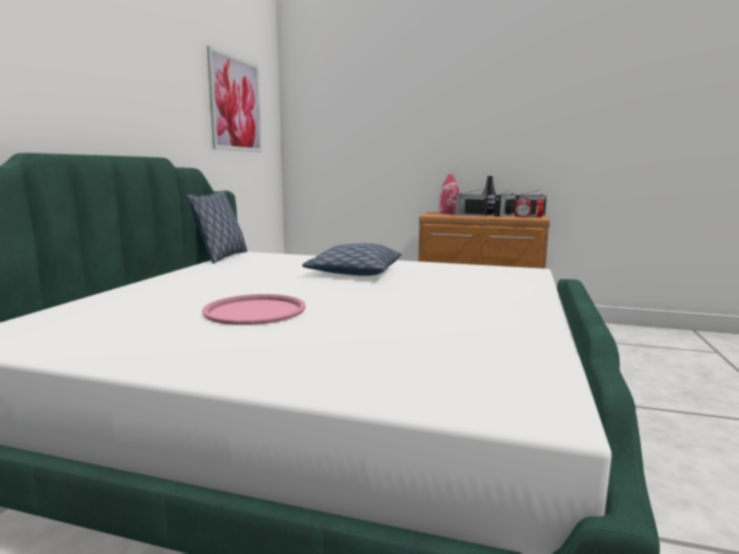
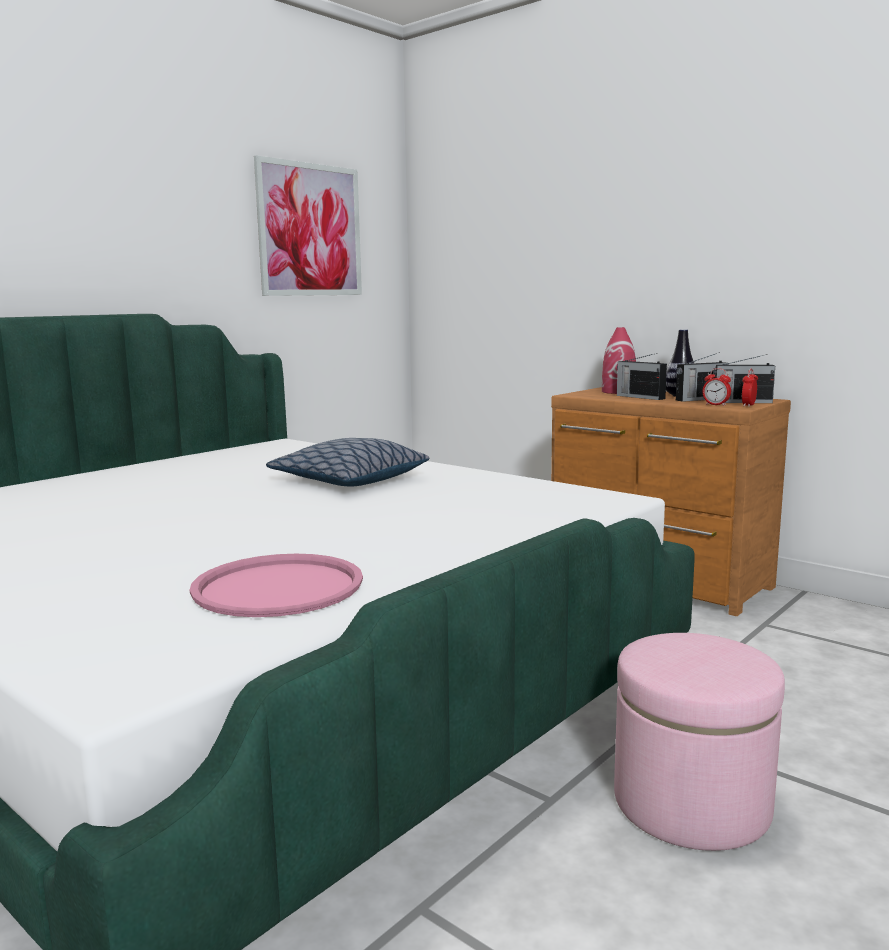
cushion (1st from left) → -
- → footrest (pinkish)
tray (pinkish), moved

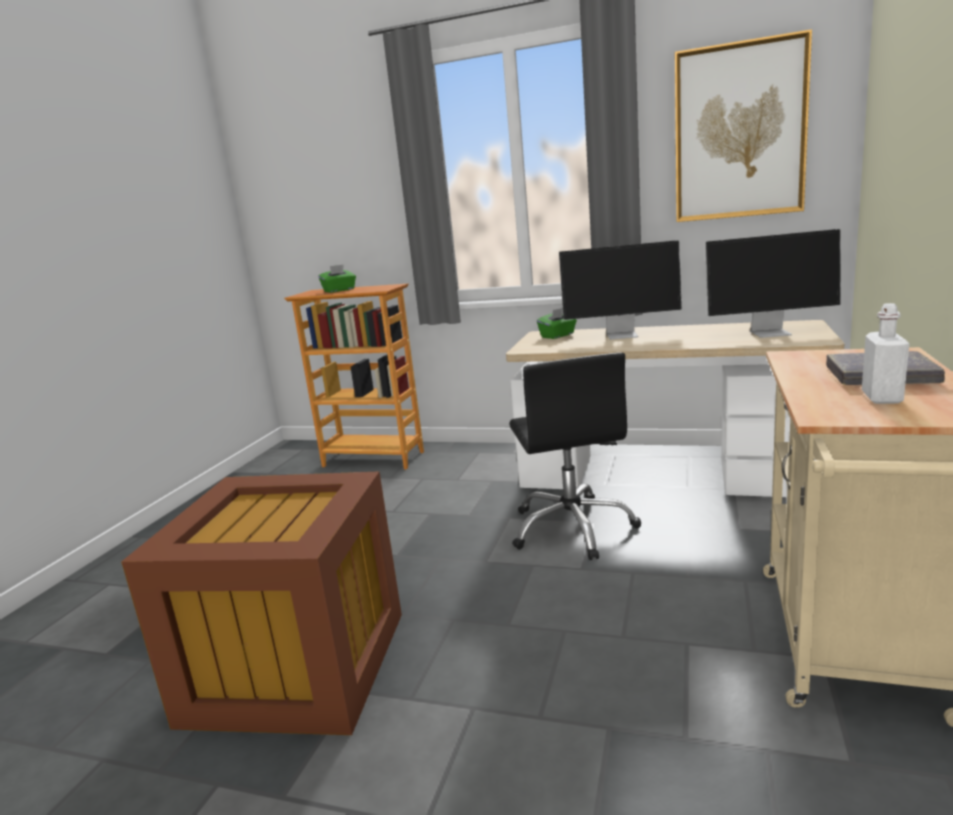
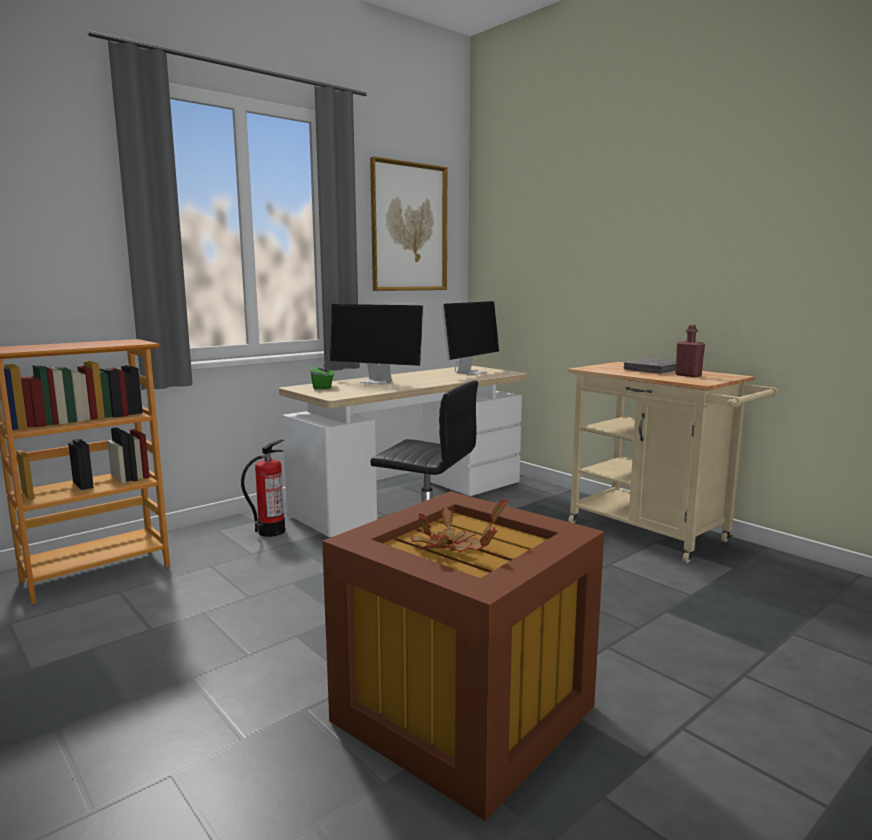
tissue box (greenish) (1st from left) → -
- → fire extinguisher
- → potted plant
beverage bottle (white-coloured) → beverage bottle (reddish)
monitor (1st from left), 75 degrees clockwise

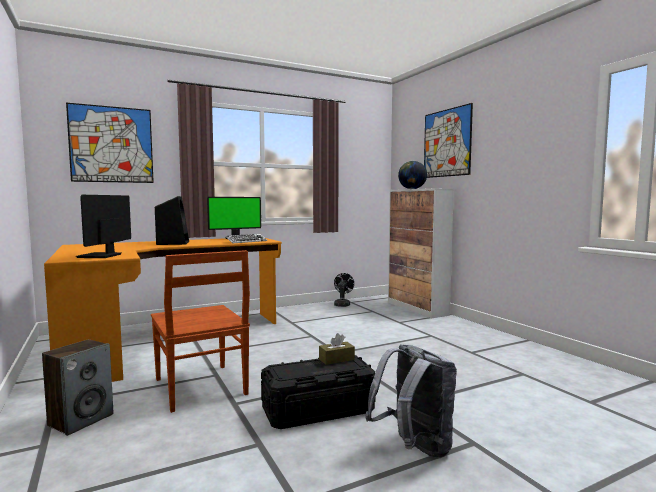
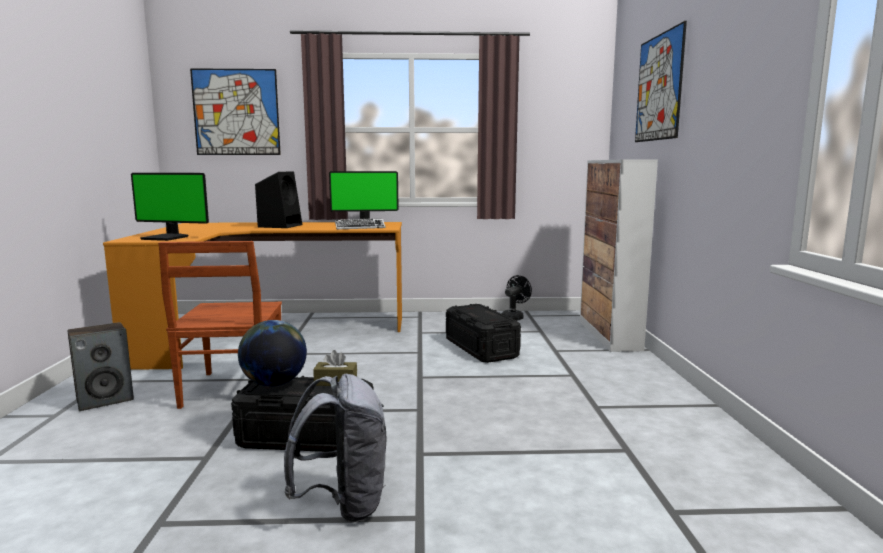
- → storage bin (black) (2nd from left)
desk globe, moved
monitor (1st from left), 105 degrees counterclockwise

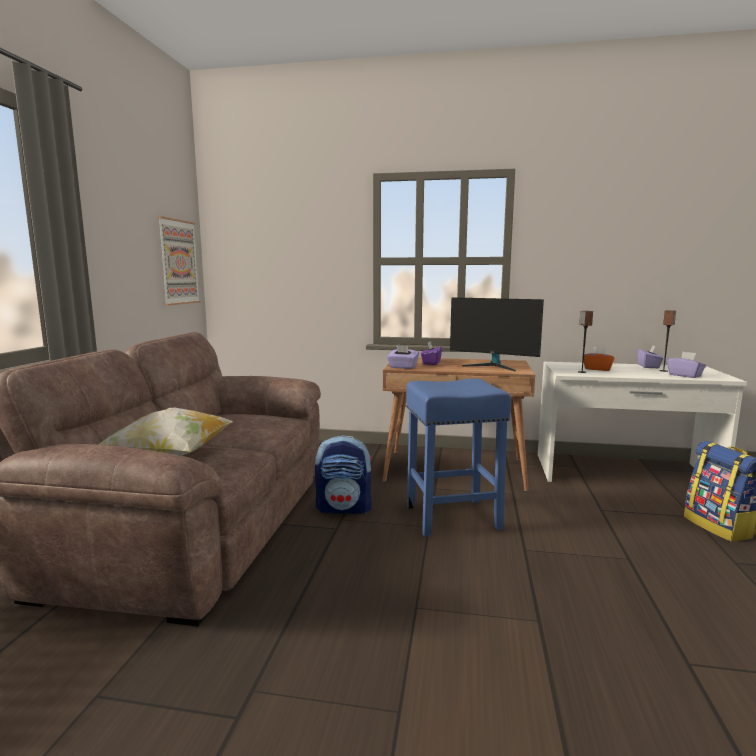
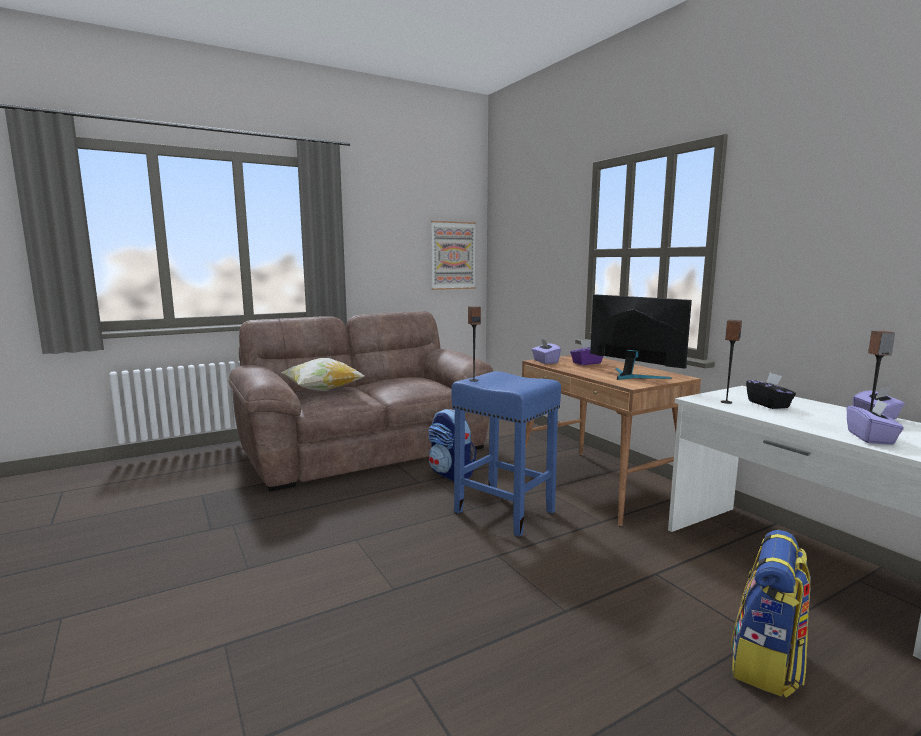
- → speaker (1st from left)
tissue box (orange-coloured) → tissue box (black)
monitor, 150 degrees clockwise

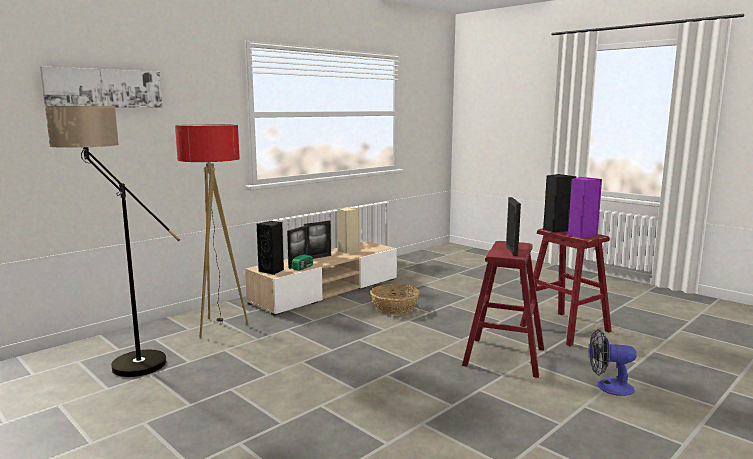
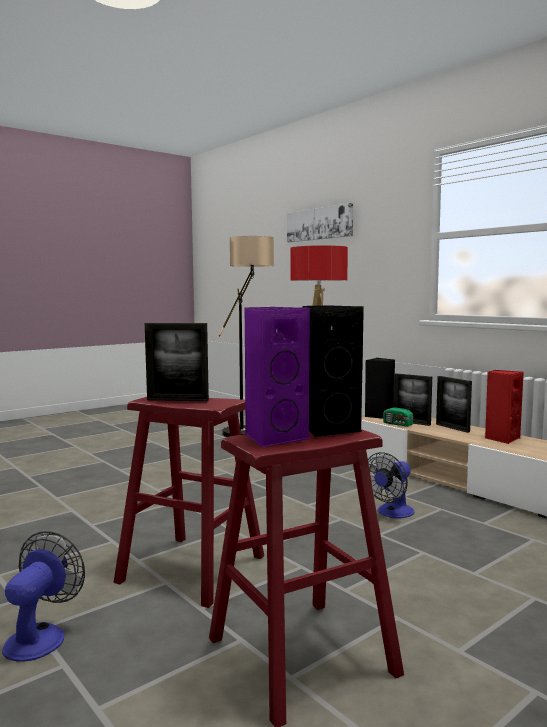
storage basket → electric fan (2nd from left)
speaker (beige-coloured) → speaker (reddish)

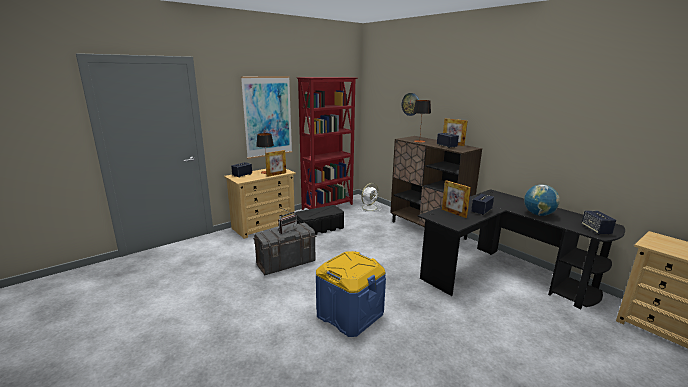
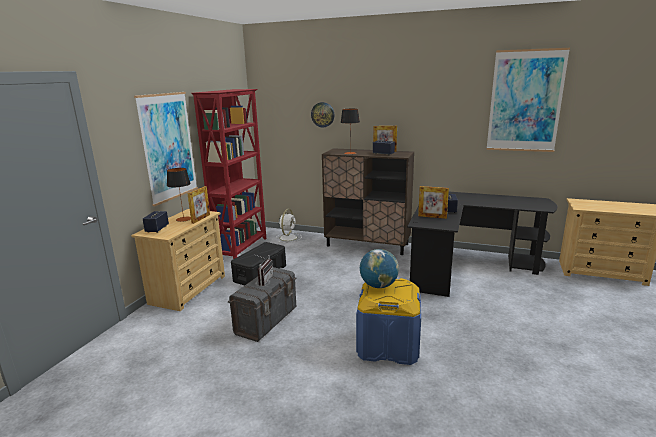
speaker (4th from left) → -
- → wall picture (2nd from left)
desk globe, moved

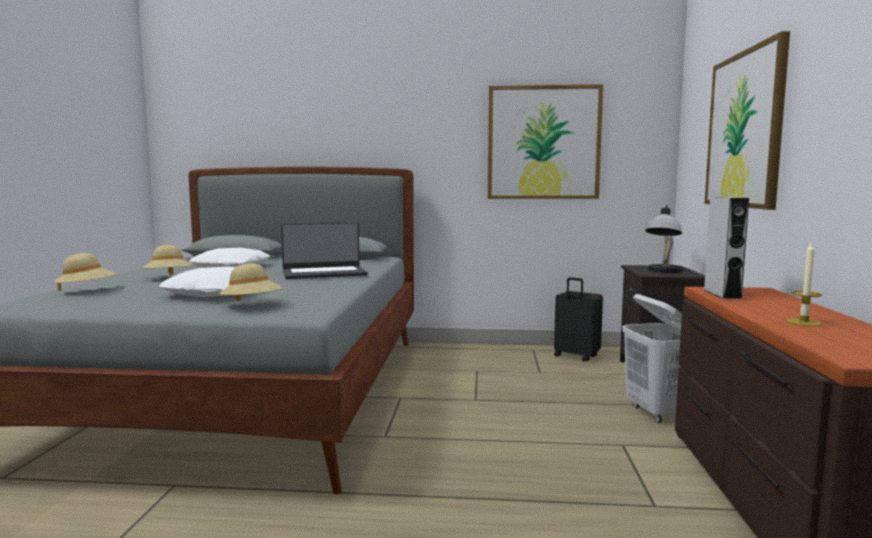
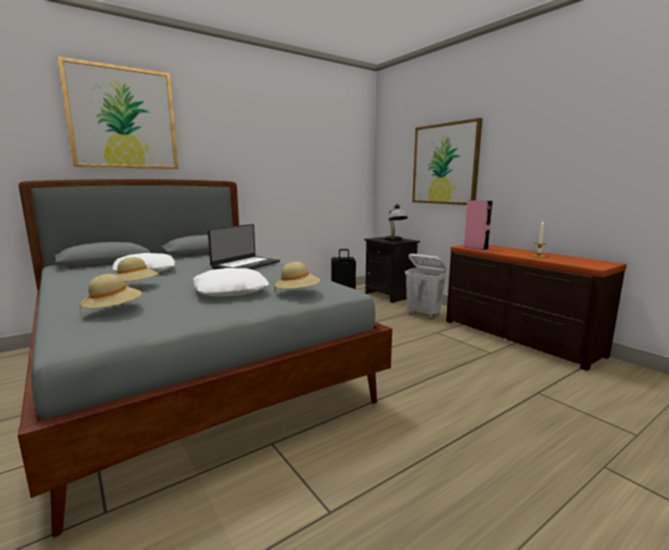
wall picture (1st from left), moved
speaker (greyish) → speaker (pinkish)

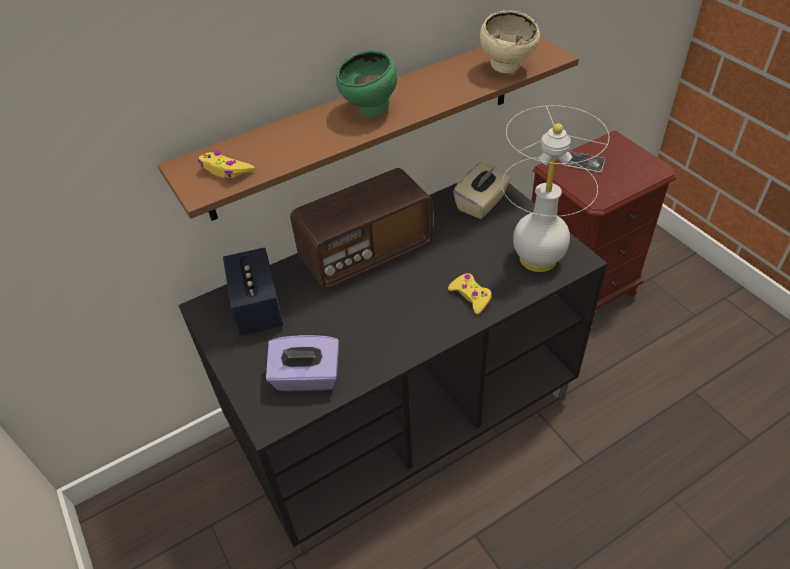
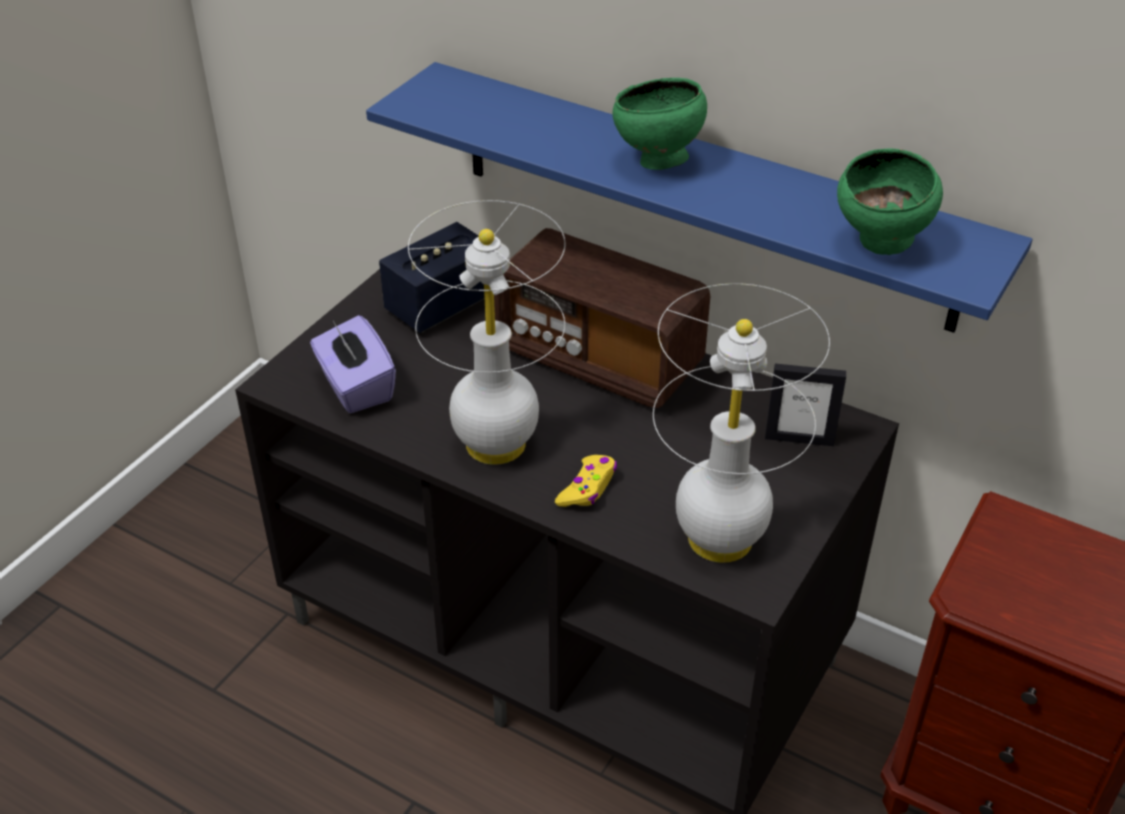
game controller (yellowish) (1st from left) → -
phone → -
- → tabletop lamp (white-coloured) (1st from left)
tissue box (beige-coloured) → picture frame
wall shelf (brown-coloured) → wall shelf (blue-coloured)
bowl (beige-coloured) → bowl (greenish) (2nd from left)

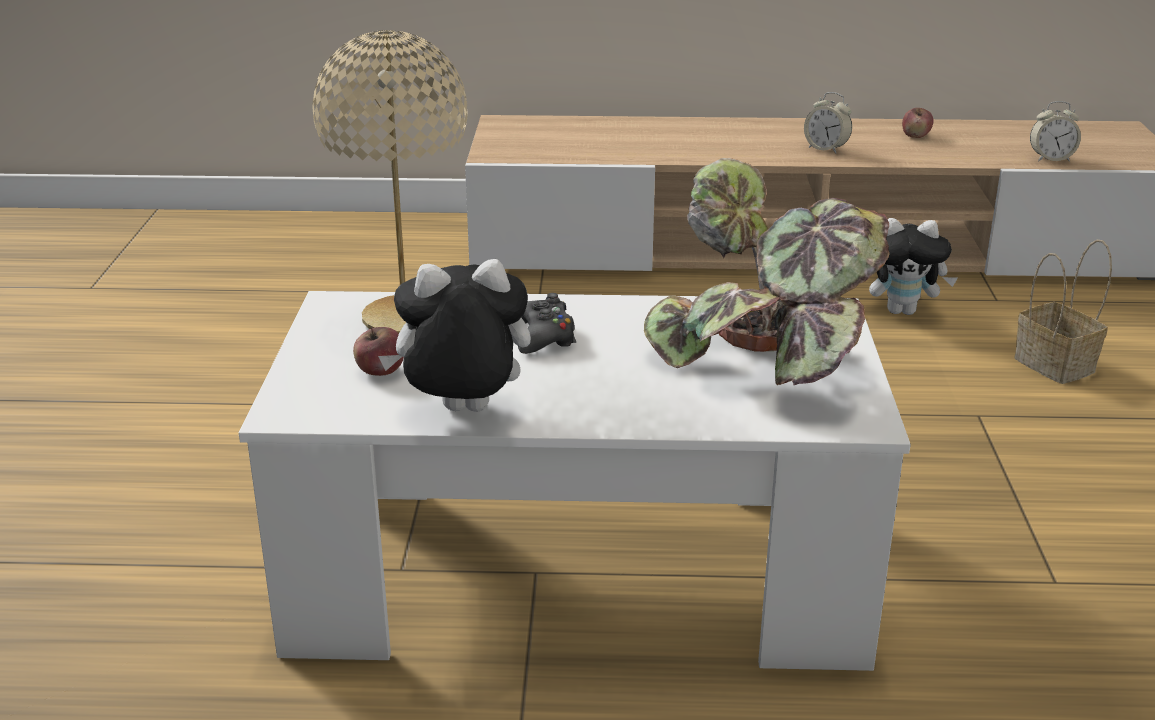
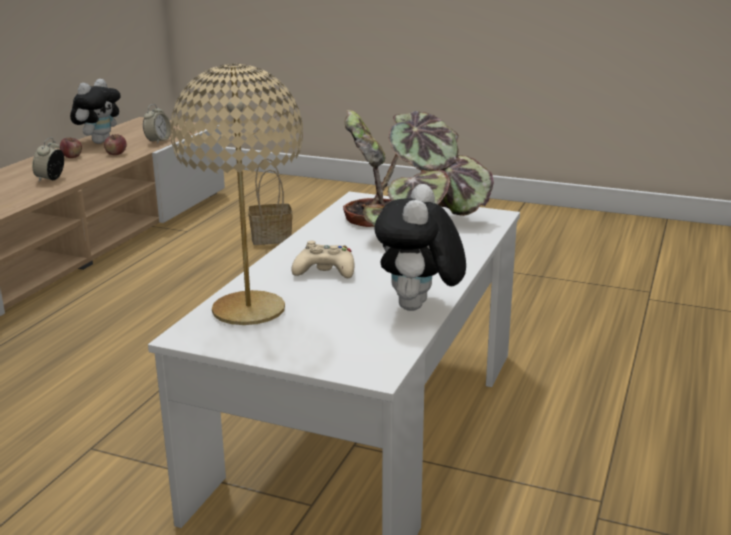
apple (1st from left in the first image) → apple (2nd from left), moved
plush toy (2nd from left in the first image) → plush toy (1st from left), moved
game controller (black) → game controller (beige-coloured)
alarm clock (1st from left), 135 degrees clockwise

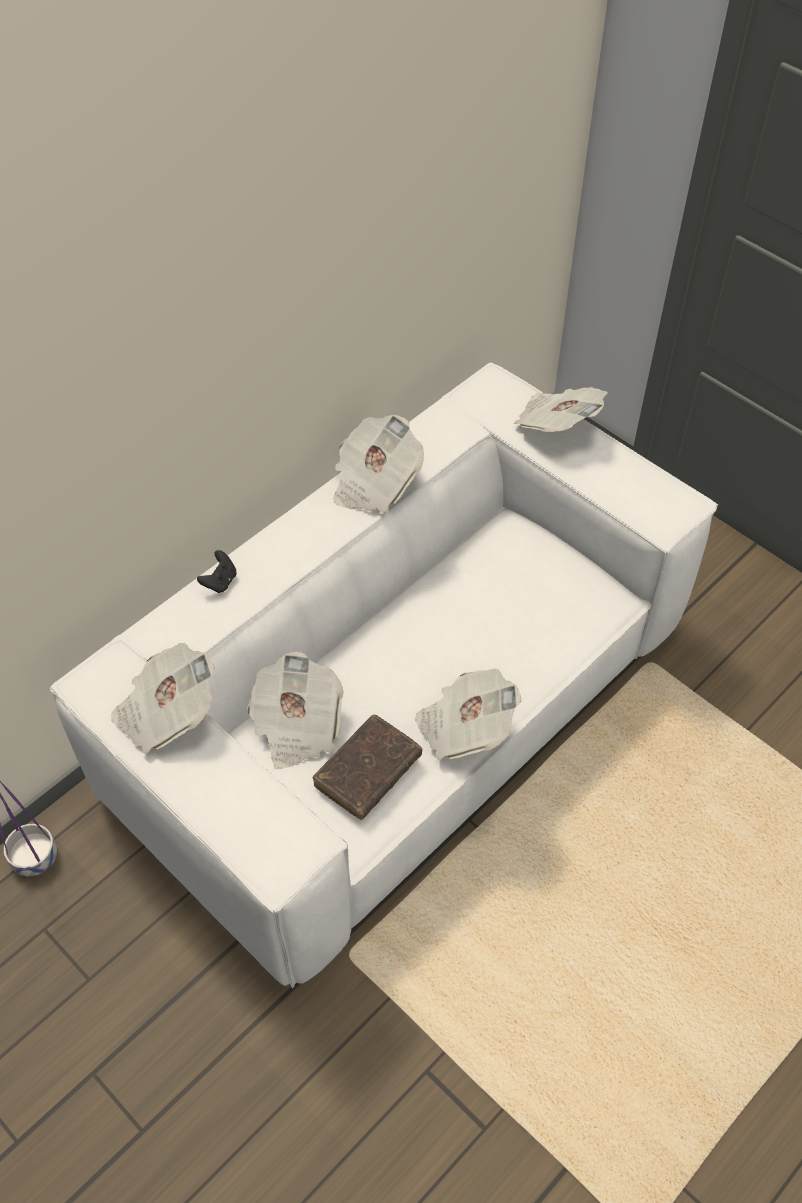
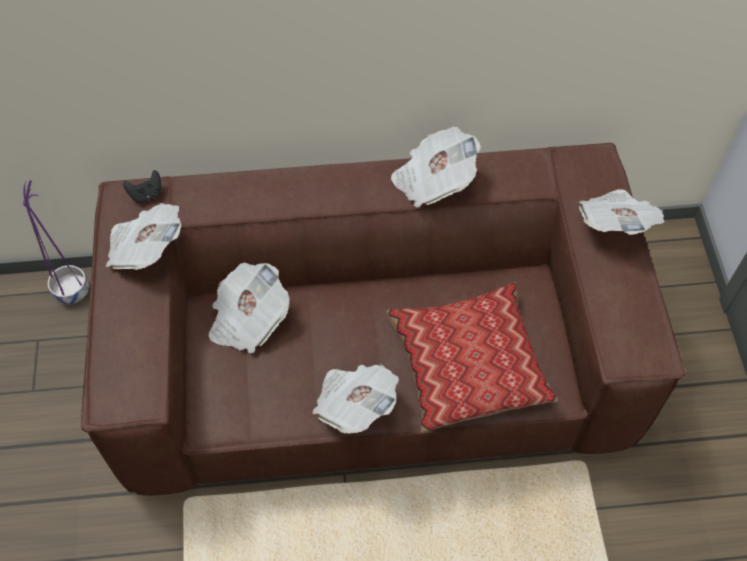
volume (brown-coloured) → -
- → cushion
game controller (black), moved
sofa (white-coloured) → sofa (brown-coloured)

